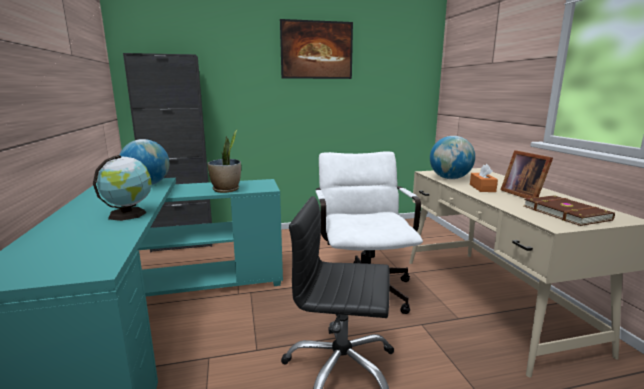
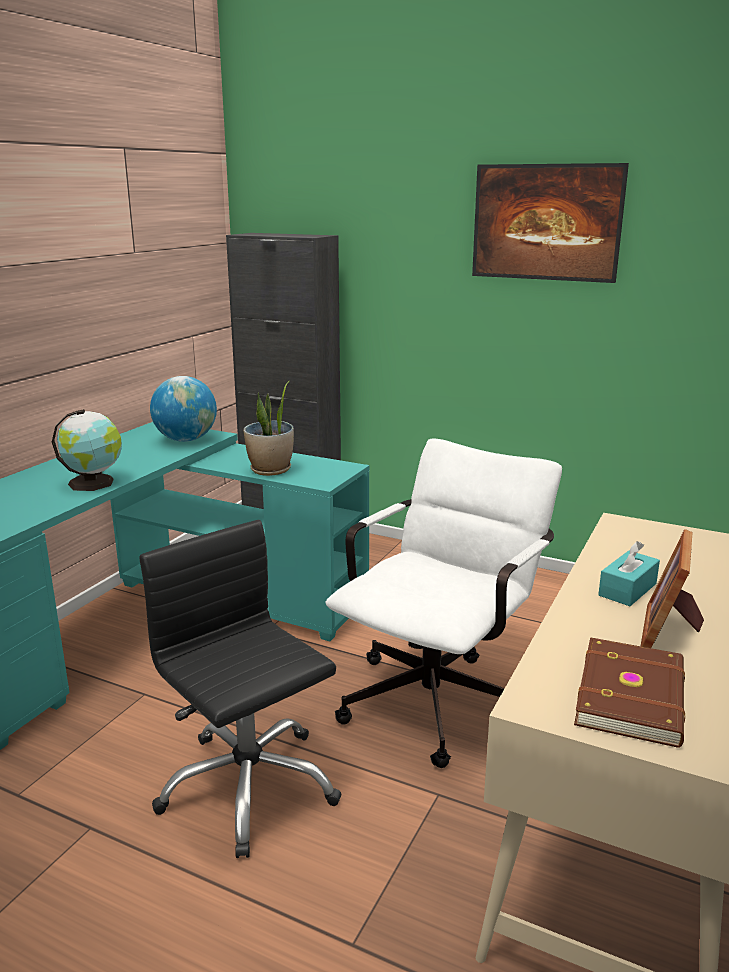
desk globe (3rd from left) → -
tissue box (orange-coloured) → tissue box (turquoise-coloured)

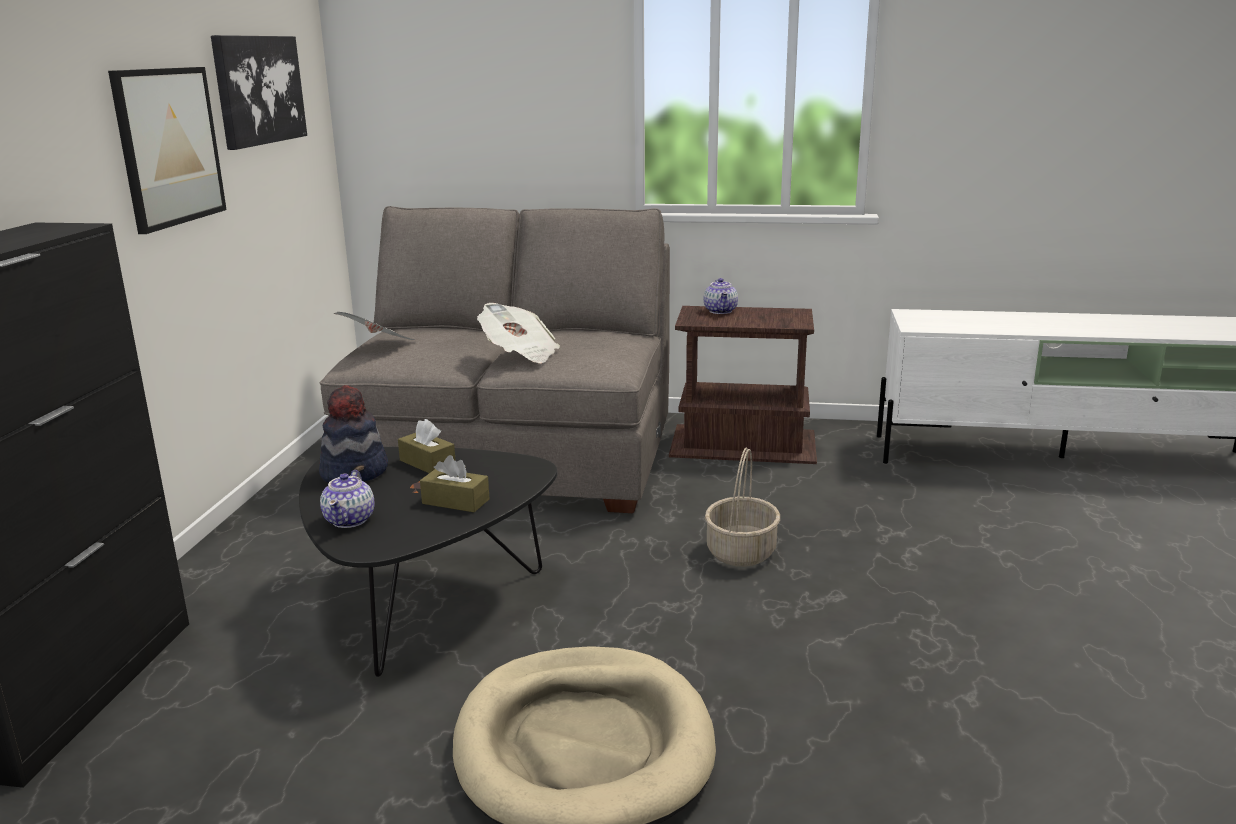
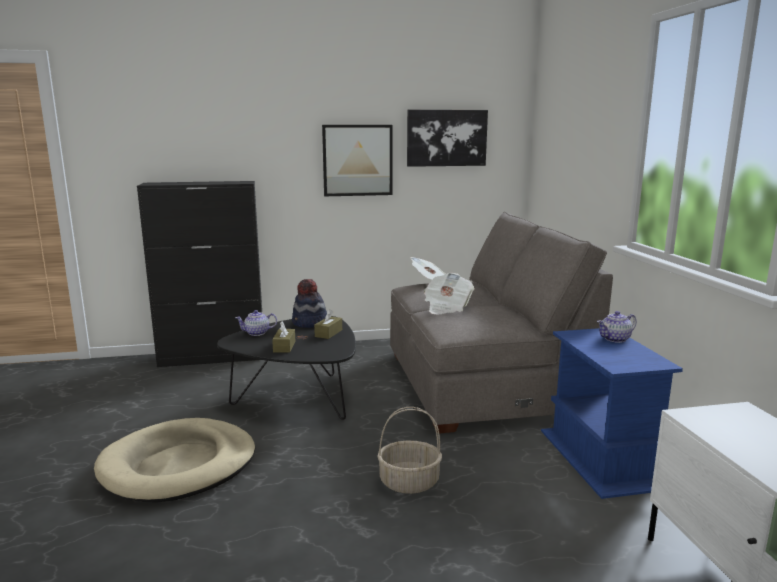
accent table (brown-coloured) → accent table (blue-coloured)

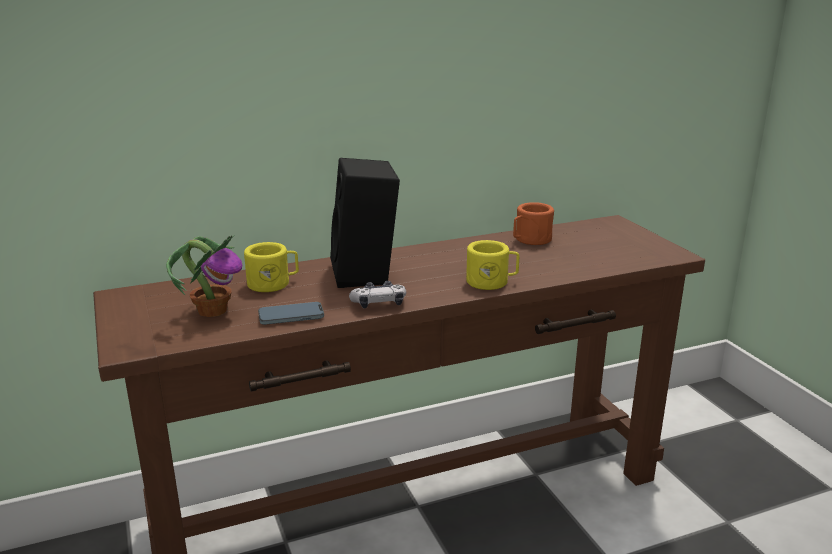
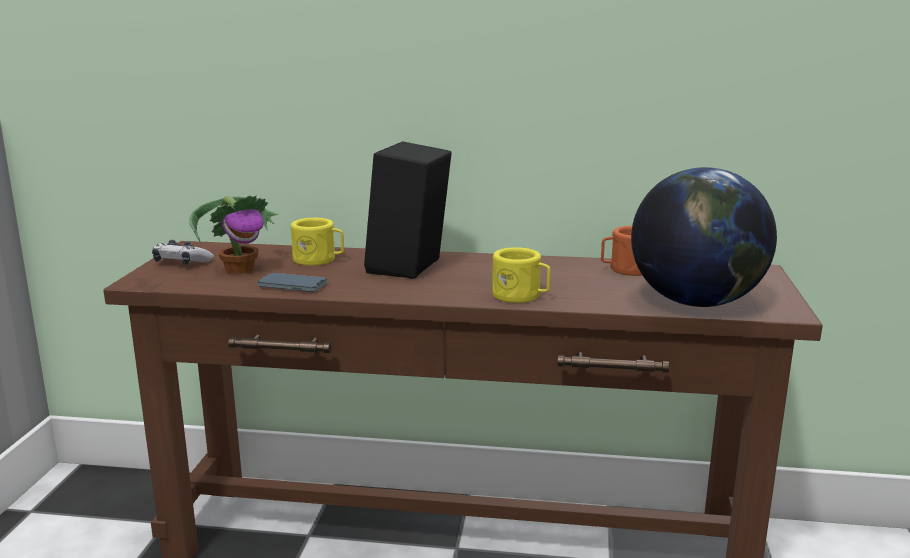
- → desk globe
game controller, moved

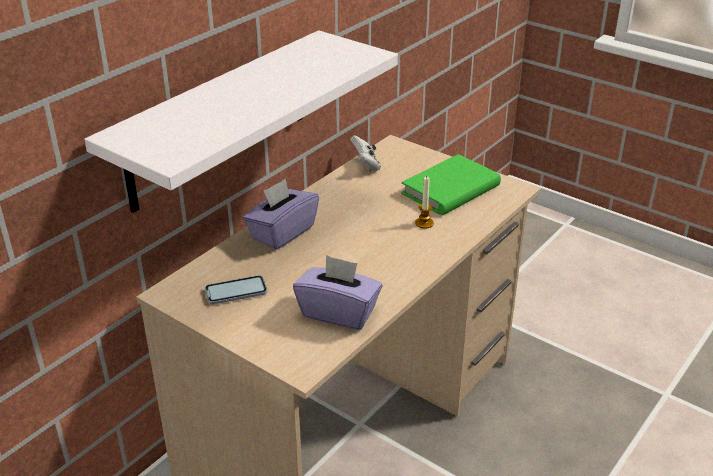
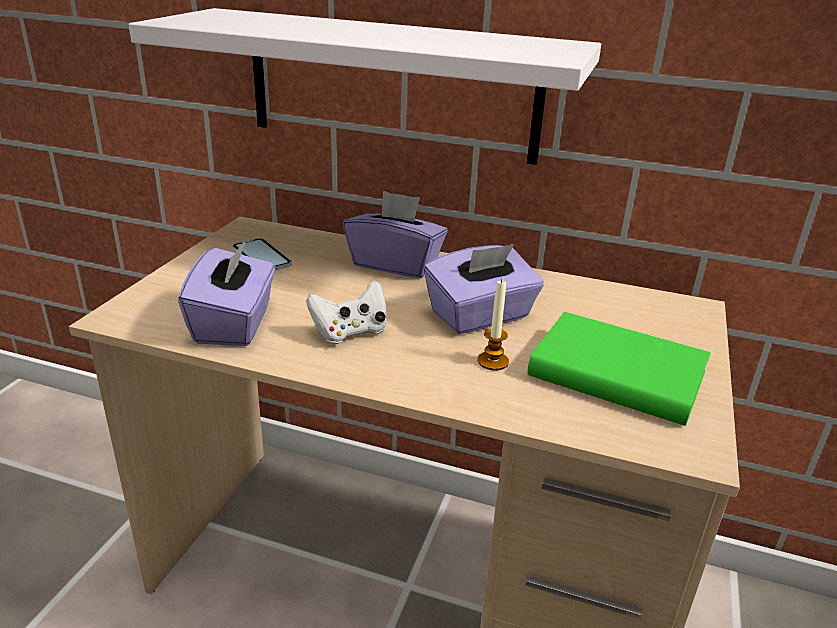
- → tissue box (purplish) (3rd from left)
game controller (white-coloured), moved

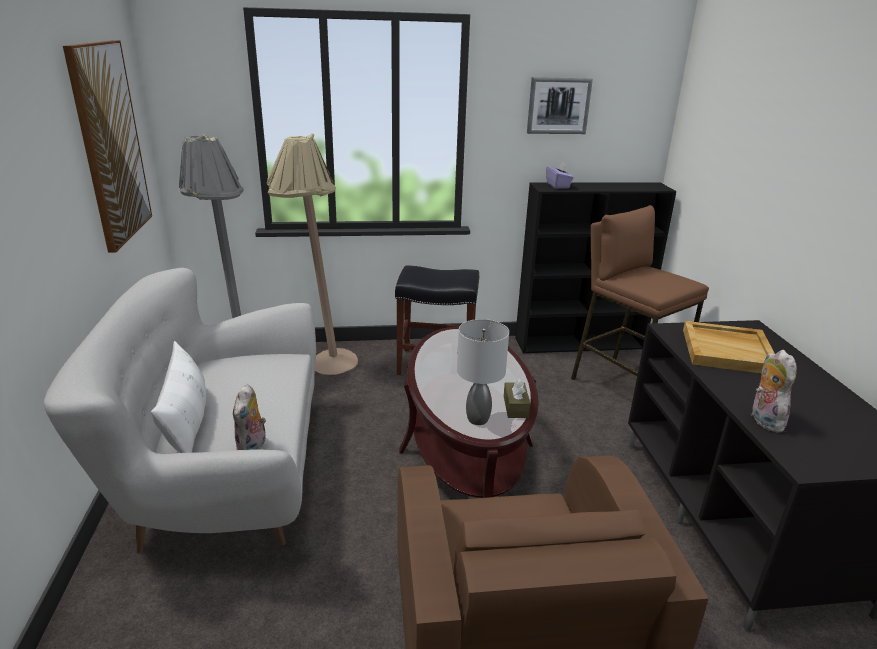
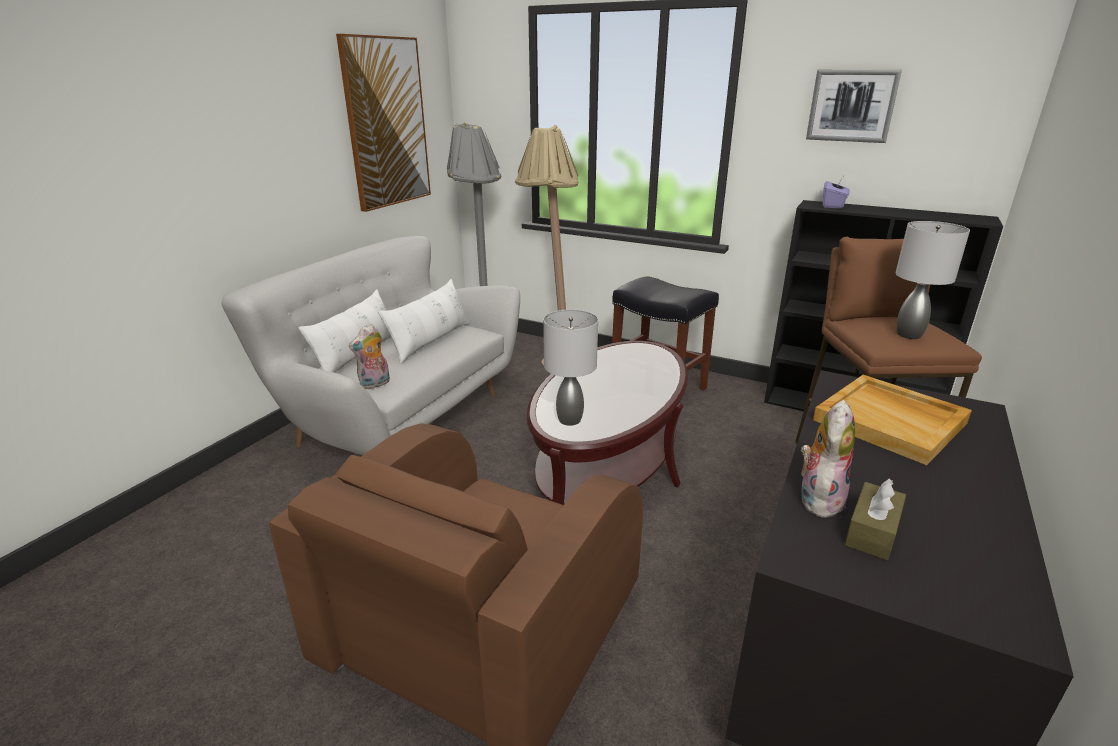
- → cushion (white-coloured) (2nd from left)
- → tabletop lamp (greyish) (2nd from left)
tissue box (brown-coloured), moved

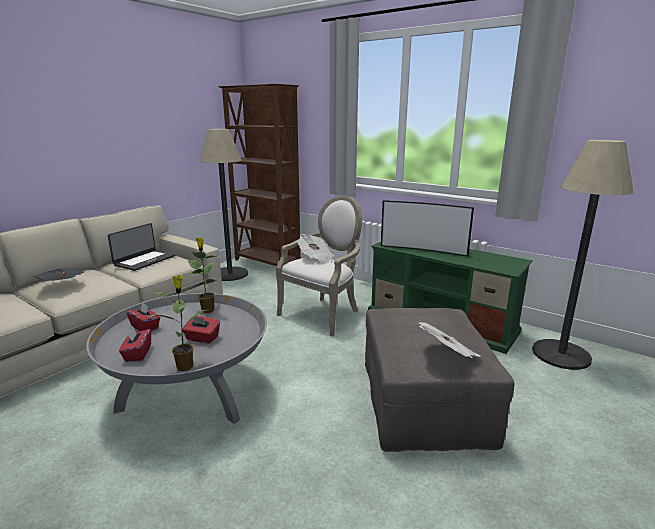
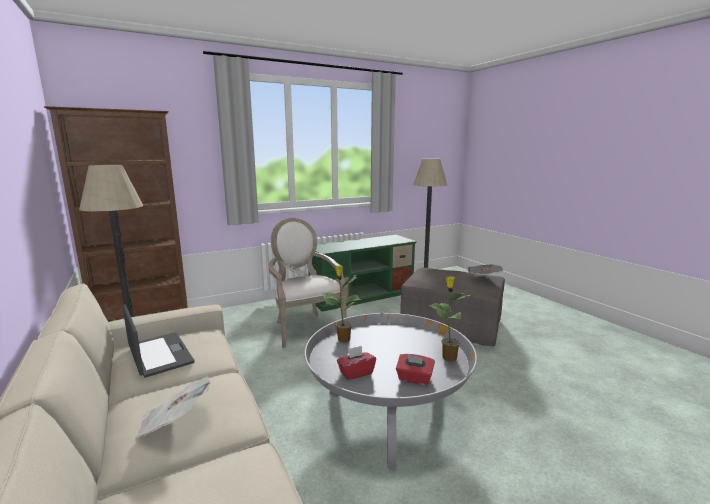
tissue box (reddish) (3rd from left) → -
TV set → -

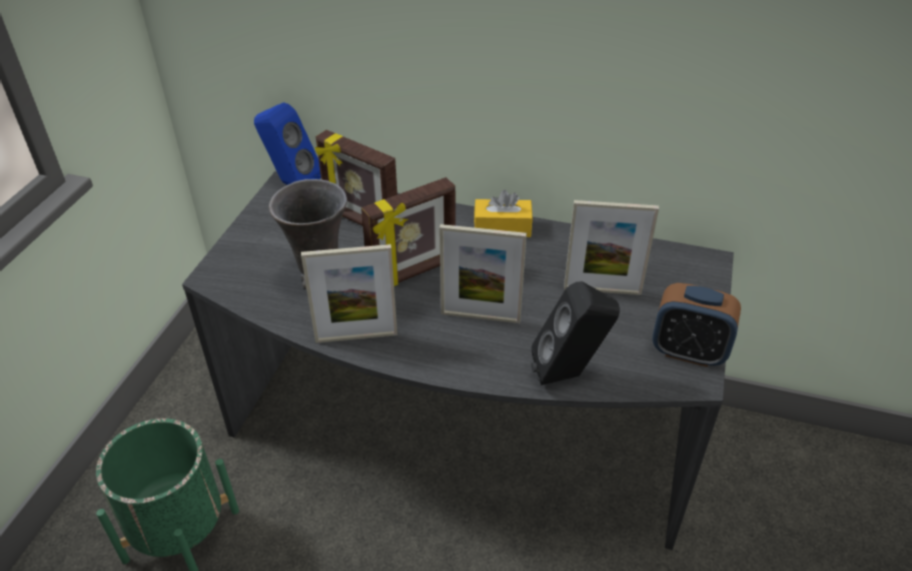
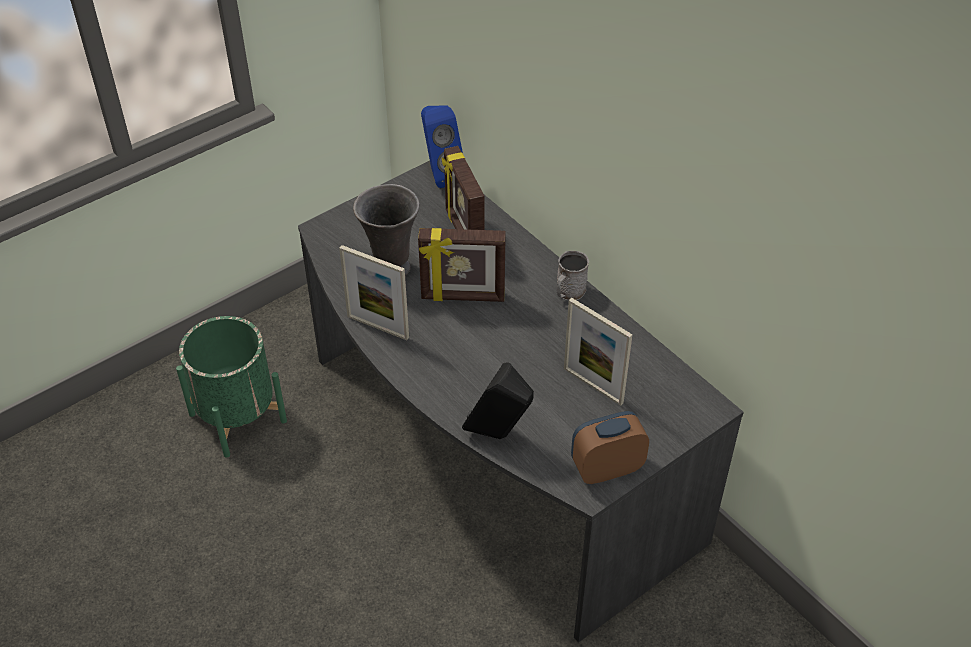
picture frame (4th from left) → -
tissue box (yellowish) → mug (greyish)
alarm clock, 105 degrees clockwise

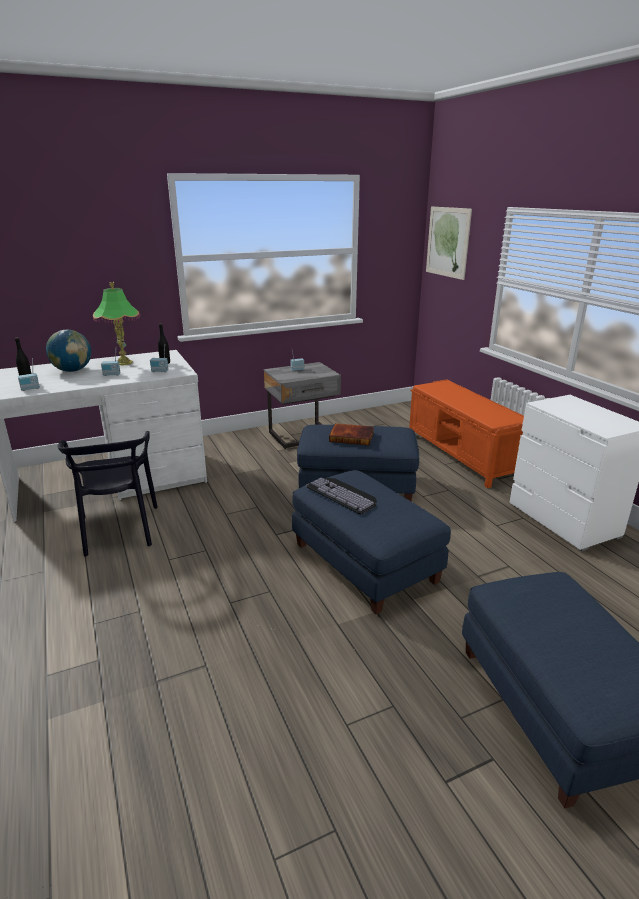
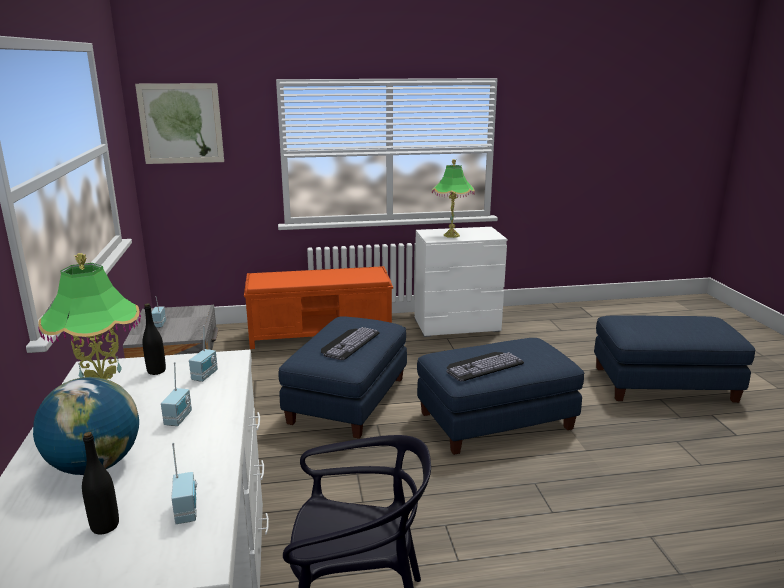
- → tabletop lamp (2nd from left)
volume → PC keyboard (1st from left)

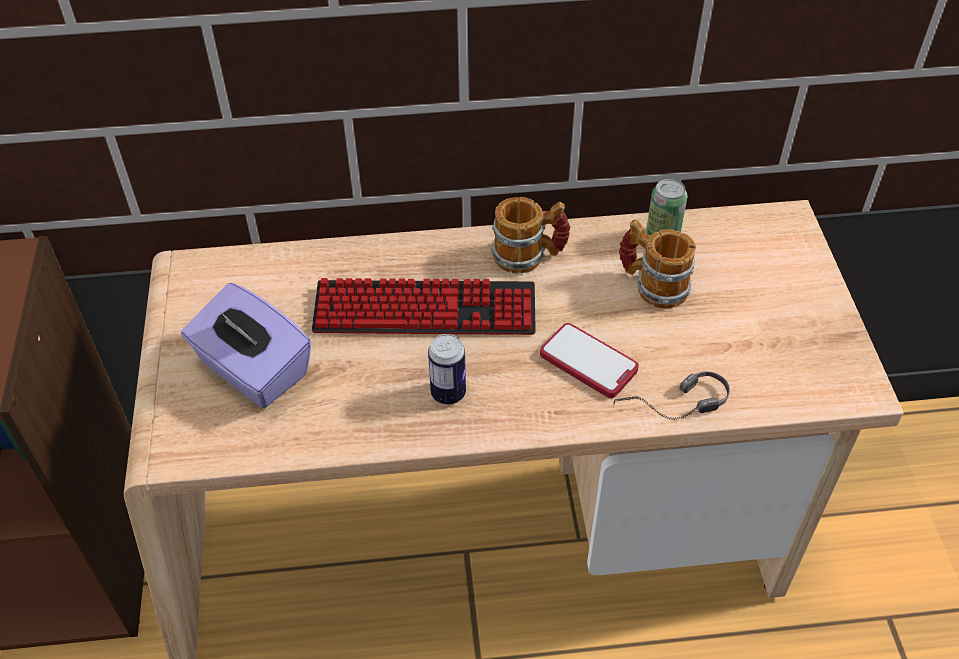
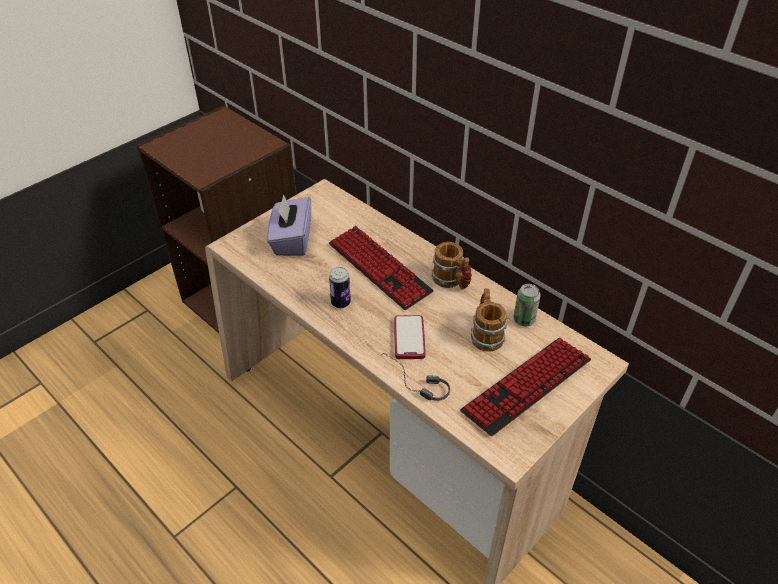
- → PC keyboard (2nd from left)

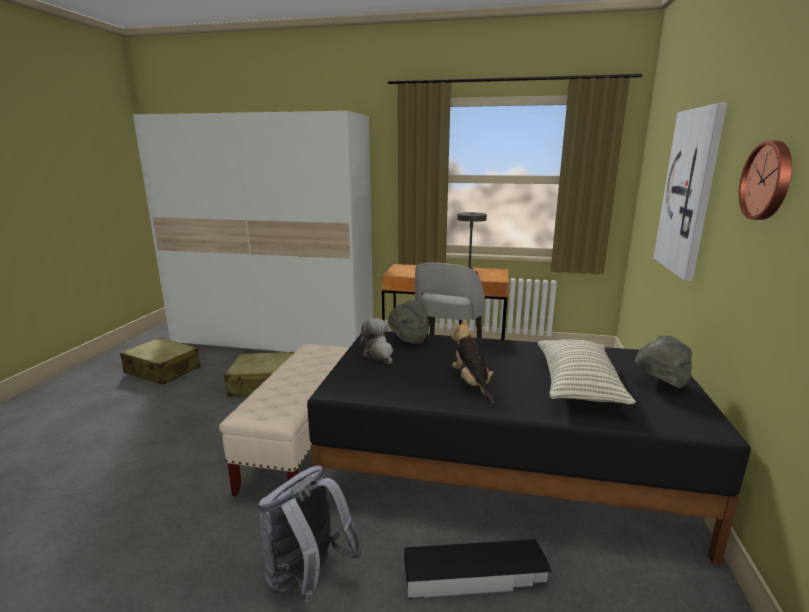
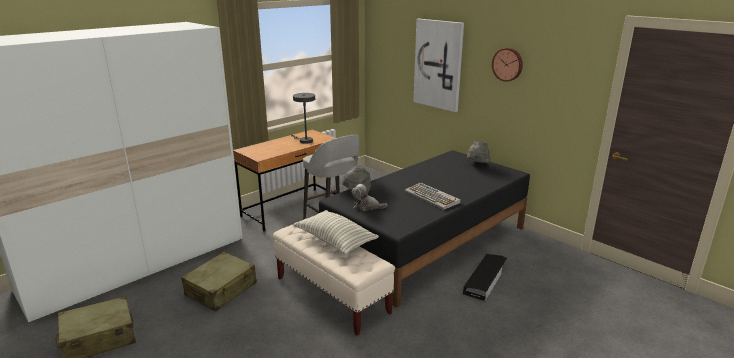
knapsack (greyish) → -
cushion, moved
plush toy (2nd from left) → PC keyboard

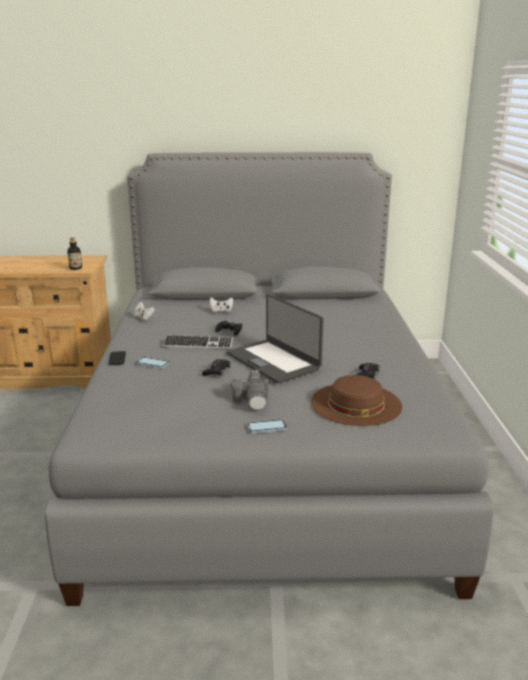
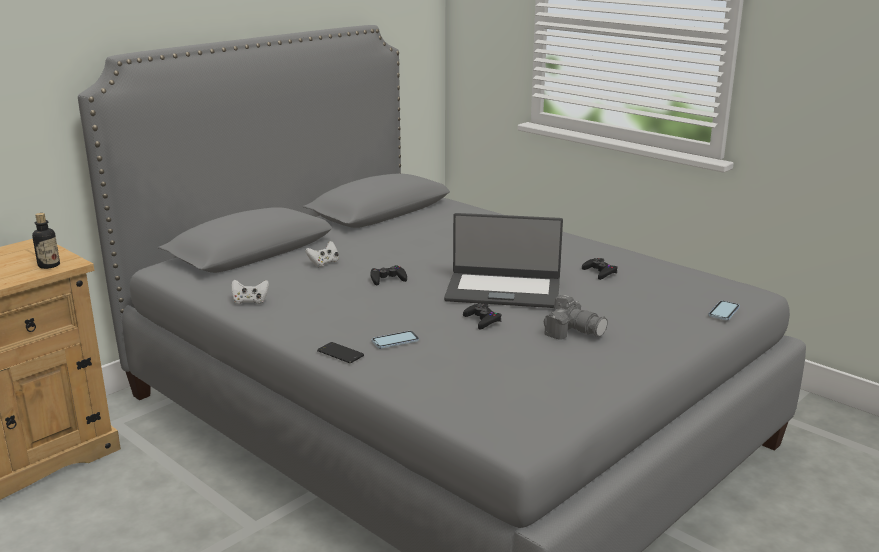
PC keyboard → -
hat (brown-coloured) → -
phone (3rd from left), moved

